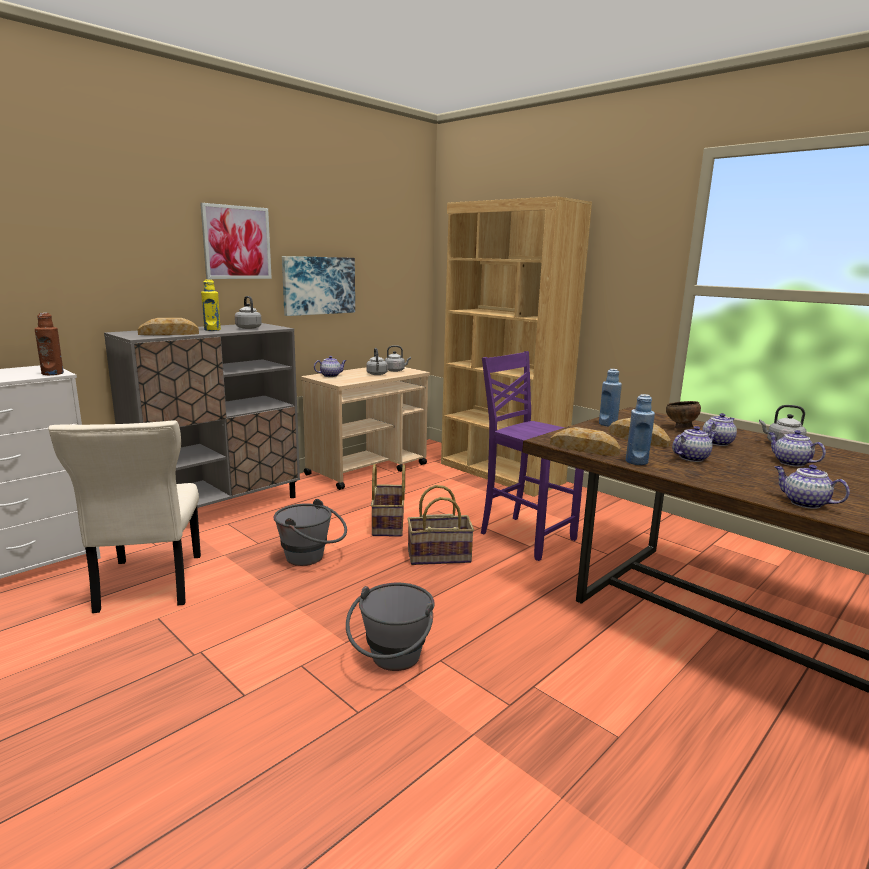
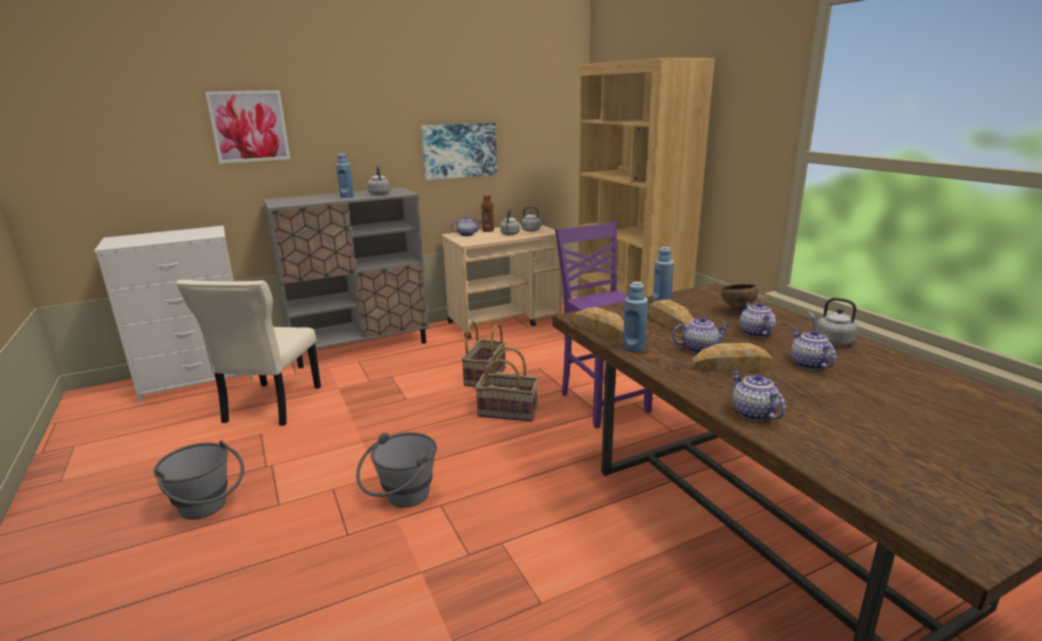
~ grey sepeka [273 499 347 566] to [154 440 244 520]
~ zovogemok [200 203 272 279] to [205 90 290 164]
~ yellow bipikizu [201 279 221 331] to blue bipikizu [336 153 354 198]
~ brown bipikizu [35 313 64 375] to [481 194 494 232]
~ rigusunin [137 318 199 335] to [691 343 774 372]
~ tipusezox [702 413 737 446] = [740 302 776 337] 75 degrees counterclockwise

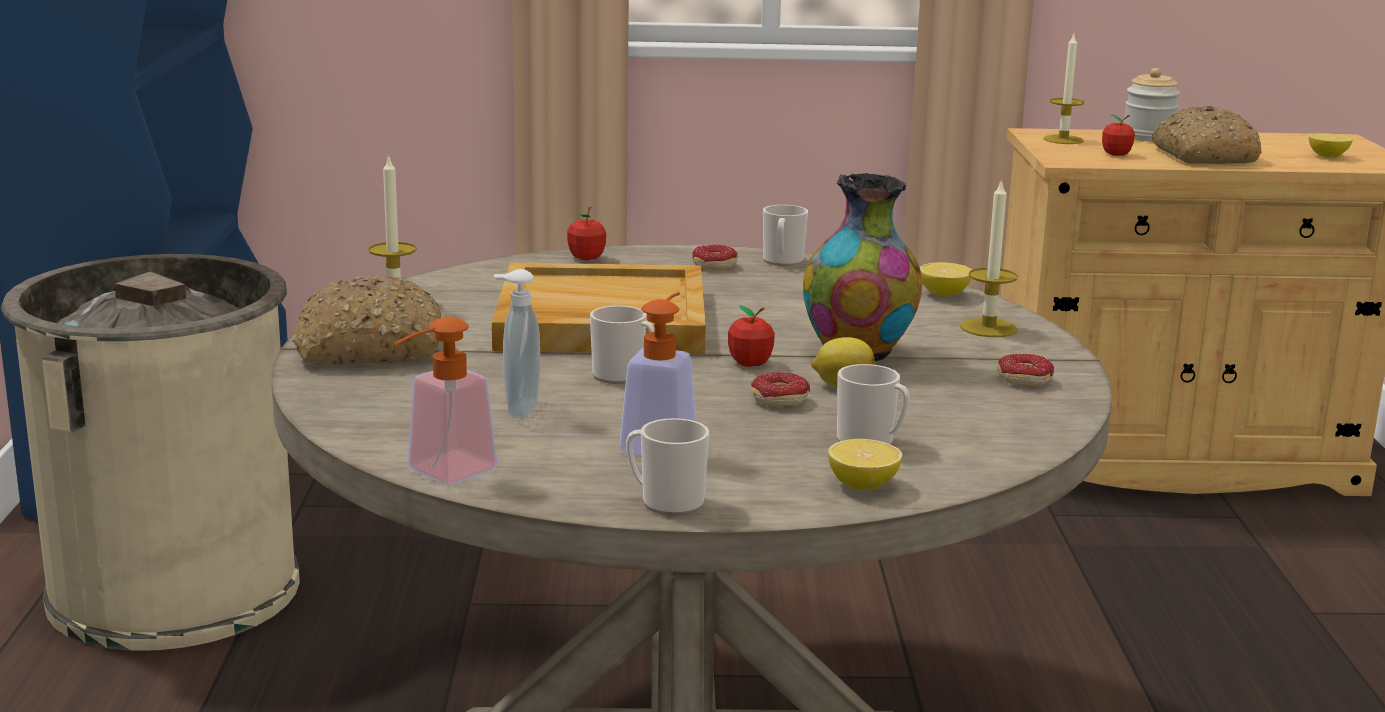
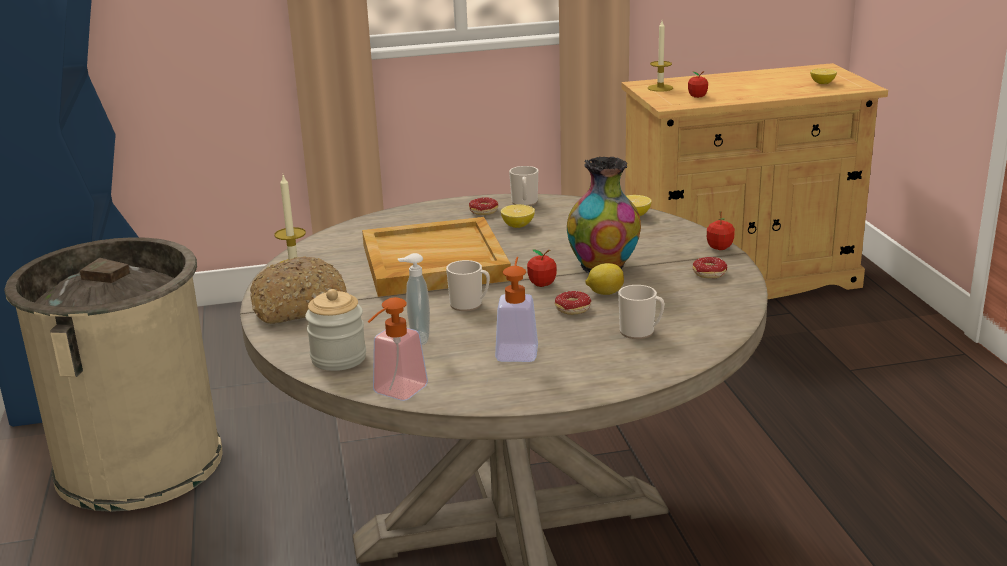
~ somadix [1124 68 1180 142] to [305 289 366 371]
~ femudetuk [828 439 902 490] to [501 205 535 228]
~ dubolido [567 206 606 260] to [707 211 735 250]
- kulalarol [626 418 709 516]
- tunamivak [960 178 1018 337]
- rigusunin [1152 106 1262 164]

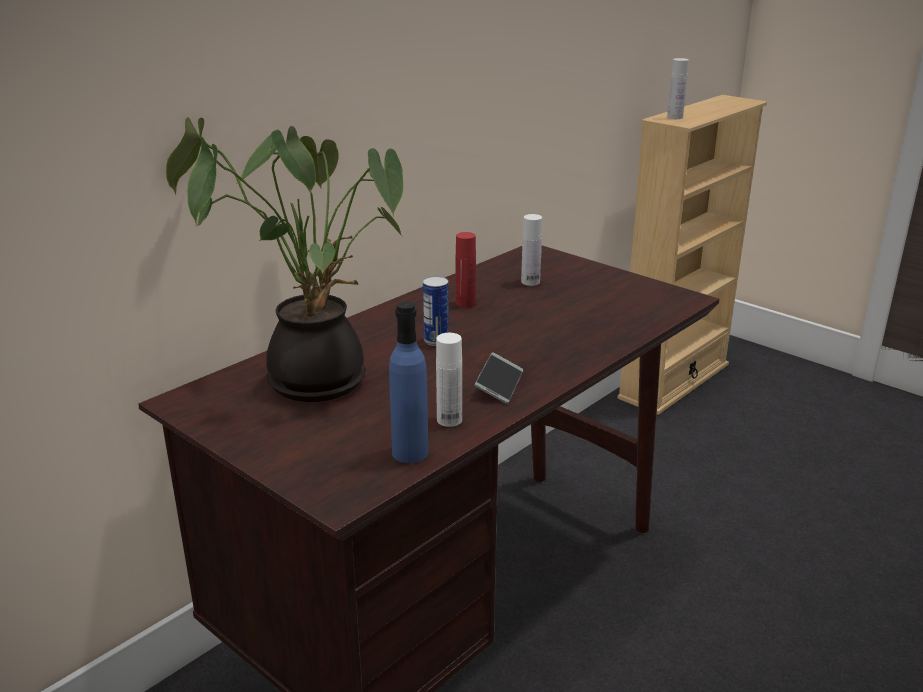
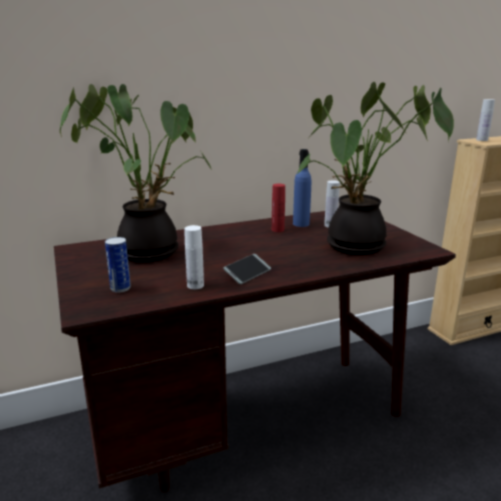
~ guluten [423 276 449 346] to [105 237 131 293]
~ blue bipikizu [389 301 428 463] to [293 149 311 227]
+ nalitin [297 82 454 255]

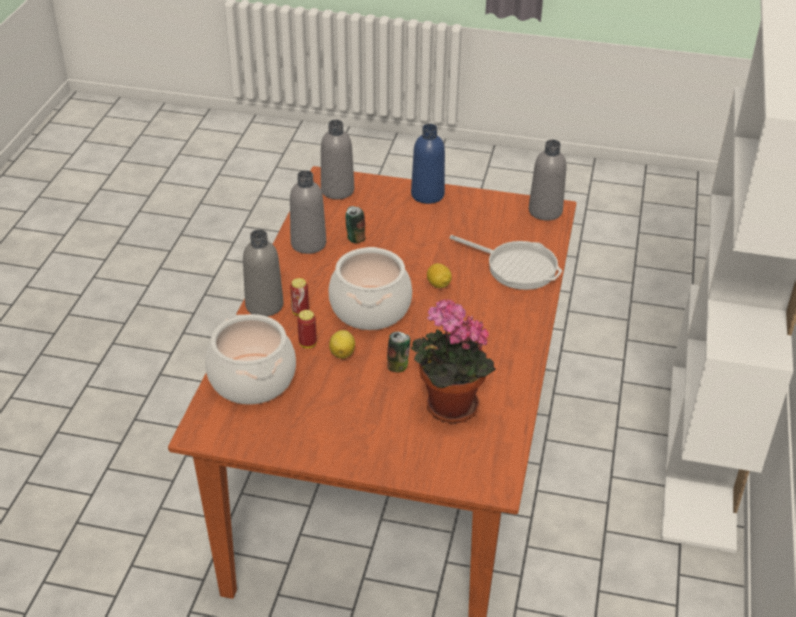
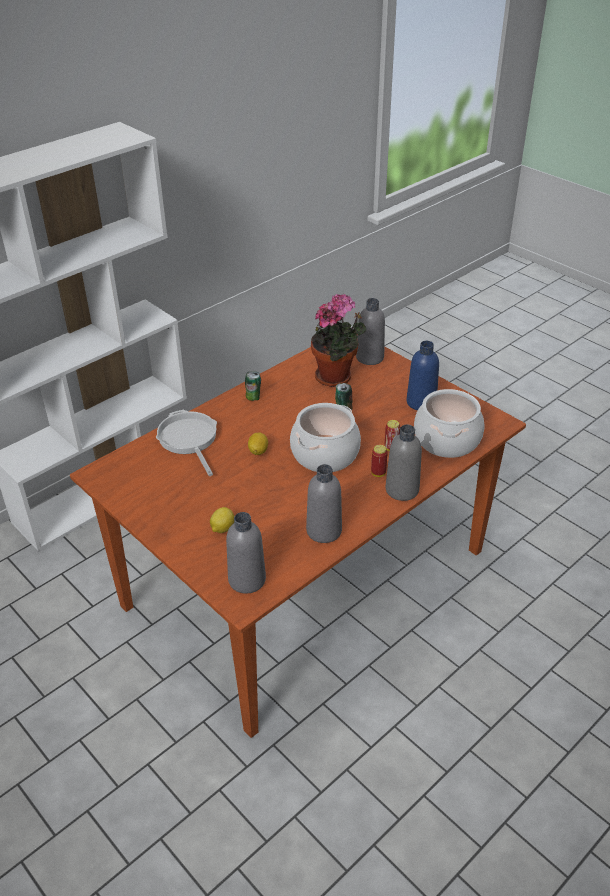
~ femudetuk [329 330 355 359] to [210 507 234 533]
~ guluten [346 206 365 243] to [245 372 261 401]
~ grey bipikizu [529 140 566 221] to [356 298 385 365]
~ blue bipikizu [411 124 445 204] to [406 341 439 410]

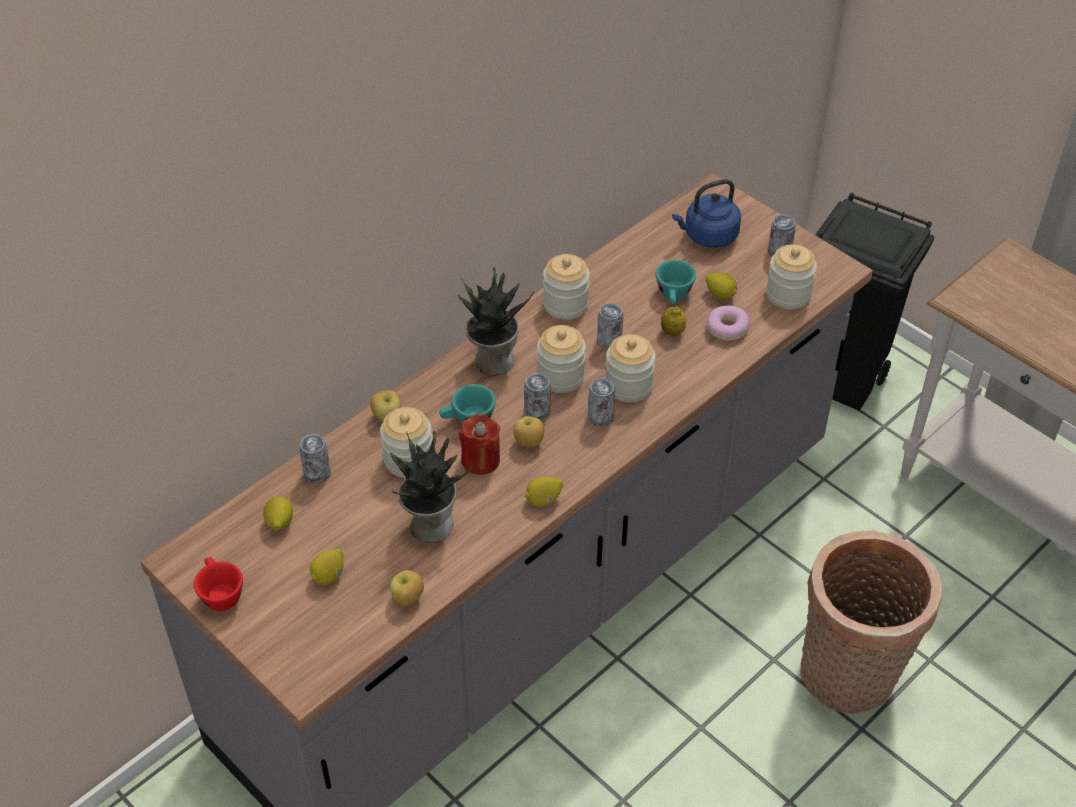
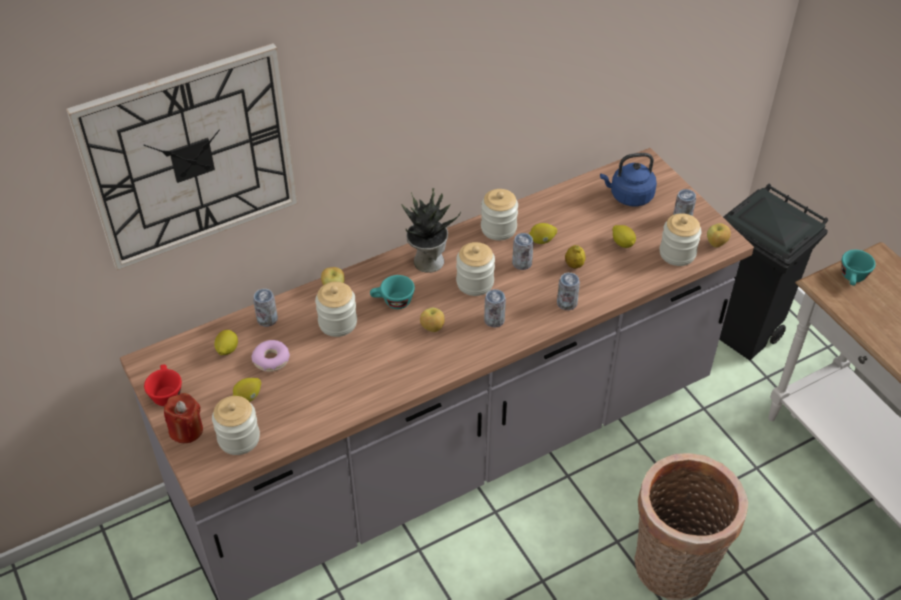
+ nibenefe [66 43 298 270]
~ red tunamivak [459 414 500 475] to [164 393 203 443]
~ somadix [605 334 656 402] to [212 396 260 455]
~ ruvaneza [707 305 750 341] to [251 340 290 372]
~ femudetuk [525 476 563 507] to [529 223 557 244]
~ guluten [524 373 551 421] to [557 273 580 310]
~ dubolido [390 570 424 606] to [707 223 731 247]
~ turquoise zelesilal [656 260 696 304] to [842 250 876 286]
- nalitin [390 431 473 543]

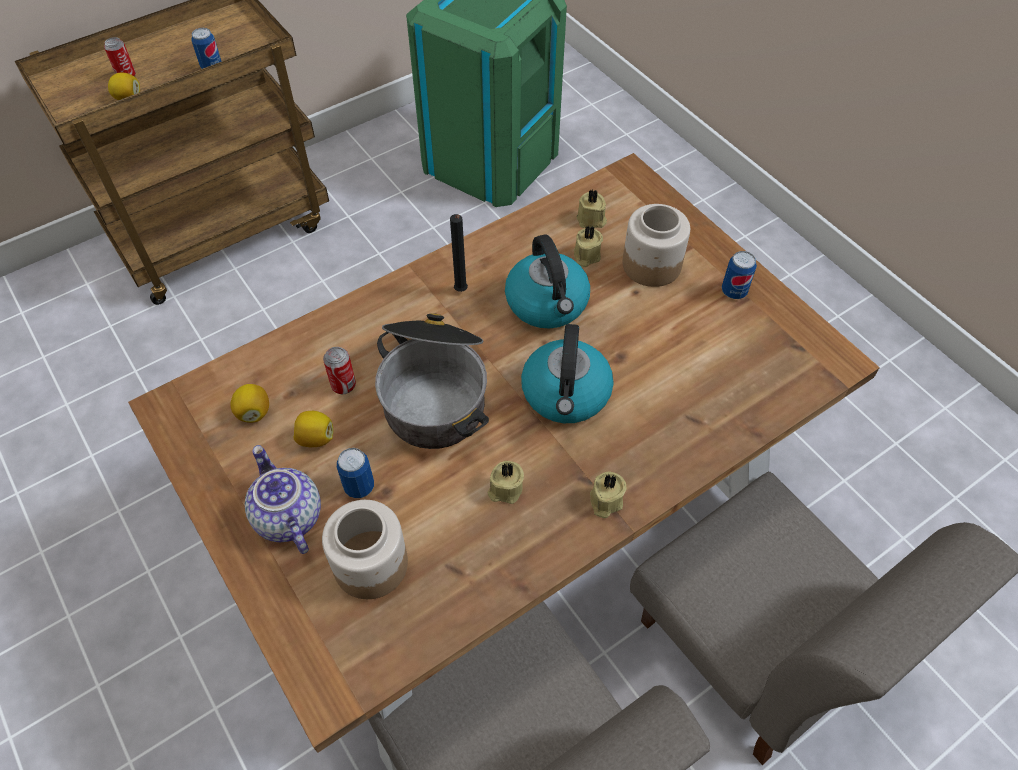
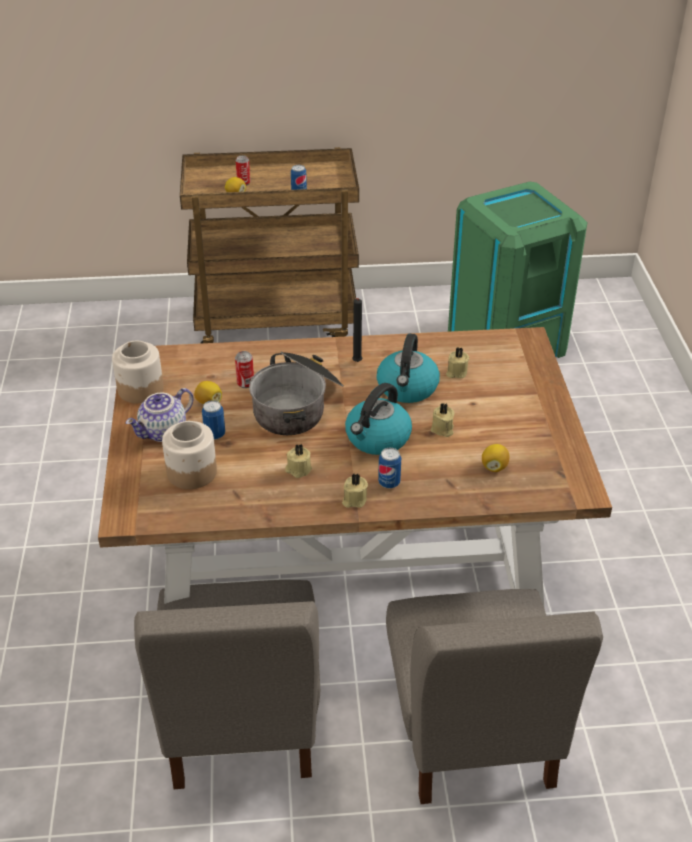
~ somadix [622 204 690 287] to [112 341 164 403]
~ tipusezox [245 445 321 554] = [126 388 194 442] 135 degrees counterclockwise
~ guluten [722 251 757 299] to [378 448 401 488]
~ beige tunamivak [576 189 607 228] to [431 403 454 437]
~ femudetuk [230 384 269 423] to [482 444 509 472]

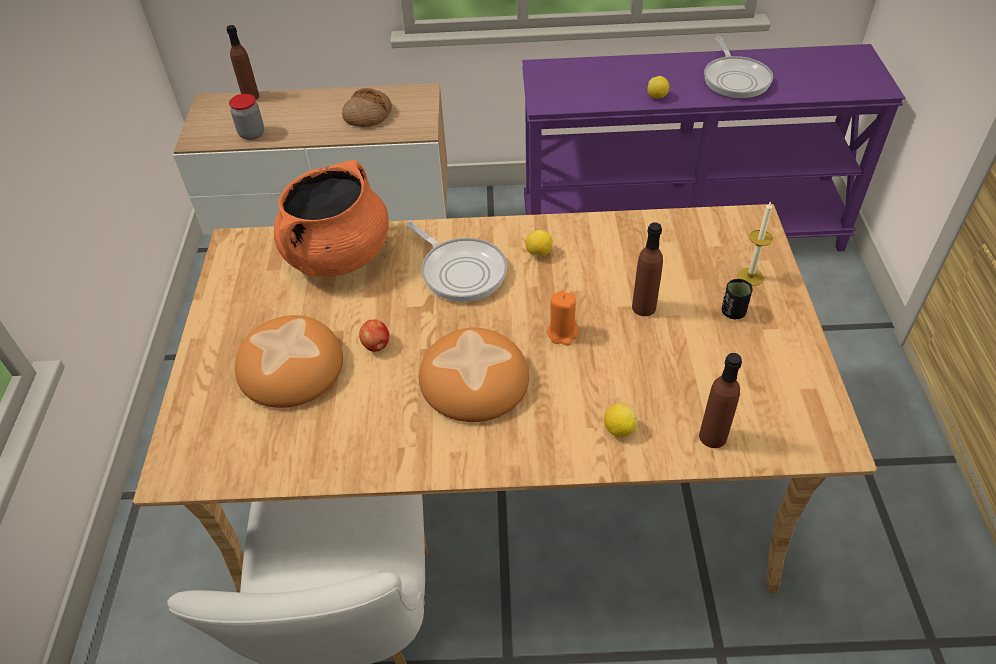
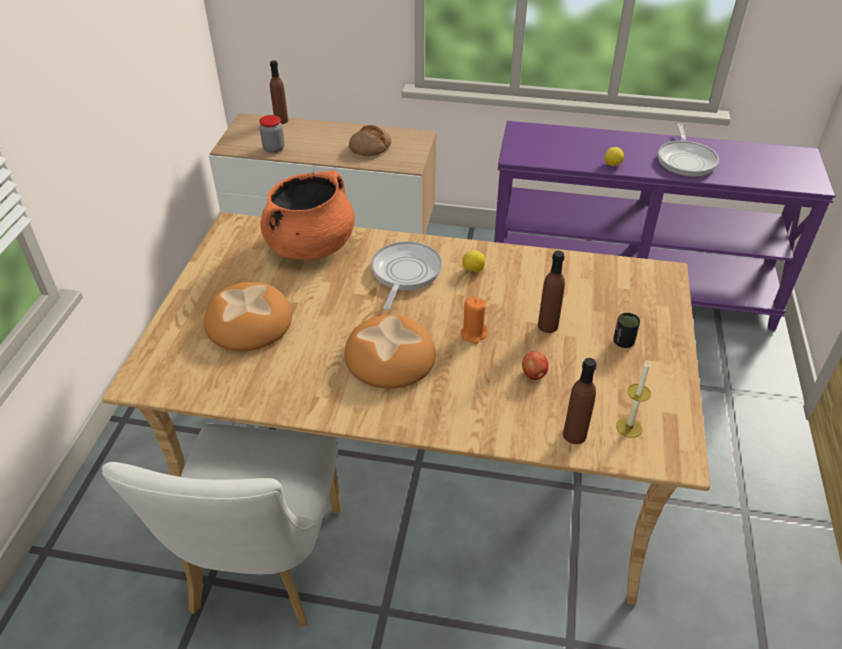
~ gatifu [406 222 507 302] = [371 241 442 310] 135 degrees counterclockwise
~ dubolido [359 319 389 352] to [522 351 549 380]
~ tunamivak [737 201 773 286] to [616 361 651 438]
- femudetuk [604 403 637 437]

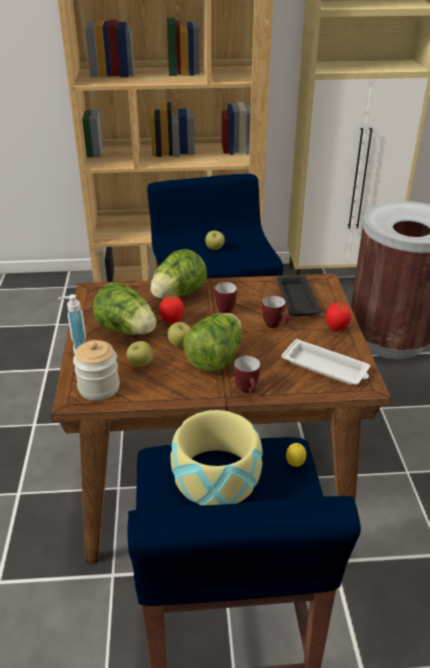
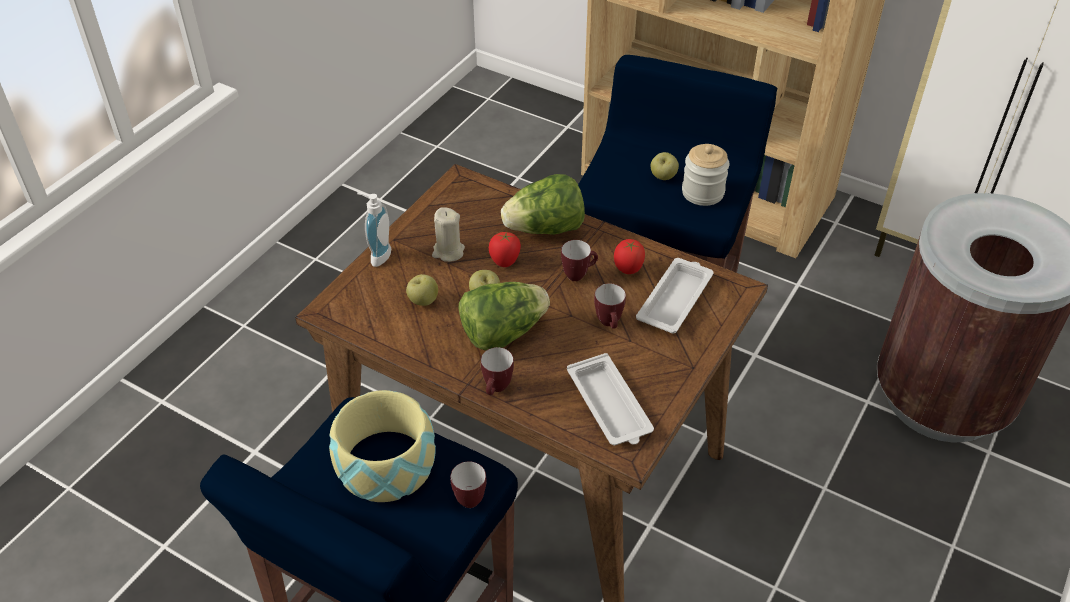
~ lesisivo [93 282 156 335] to beige tunamivak [432 207 465 262]
~ femudetuk [286 443 306 467] to kulalarol [450 461 486 508]
~ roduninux [326 303 352 331] to [614 239 645 274]
~ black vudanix [277 275 321 316] to white vudanix [636 258 714 334]
~ somadix [73 340 120 401] to [682 144 729 206]

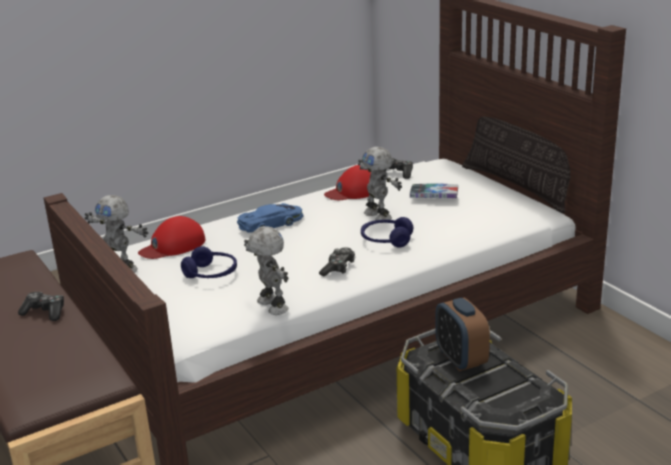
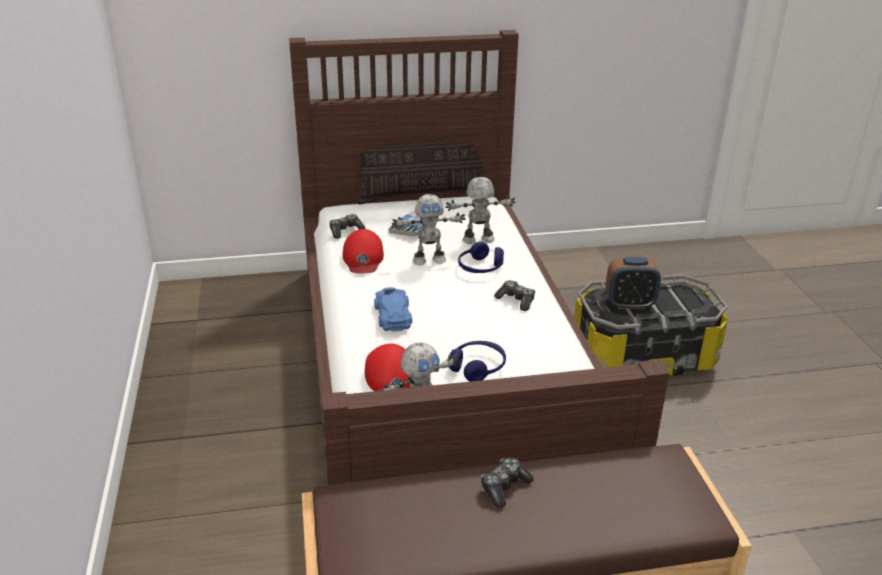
~ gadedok [244 226 289 315] to [445 177 515 244]

